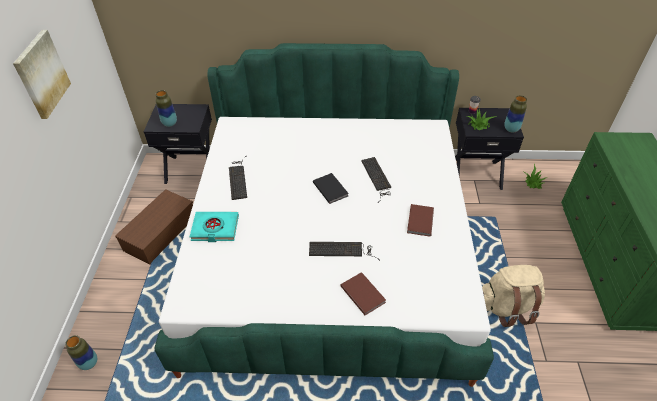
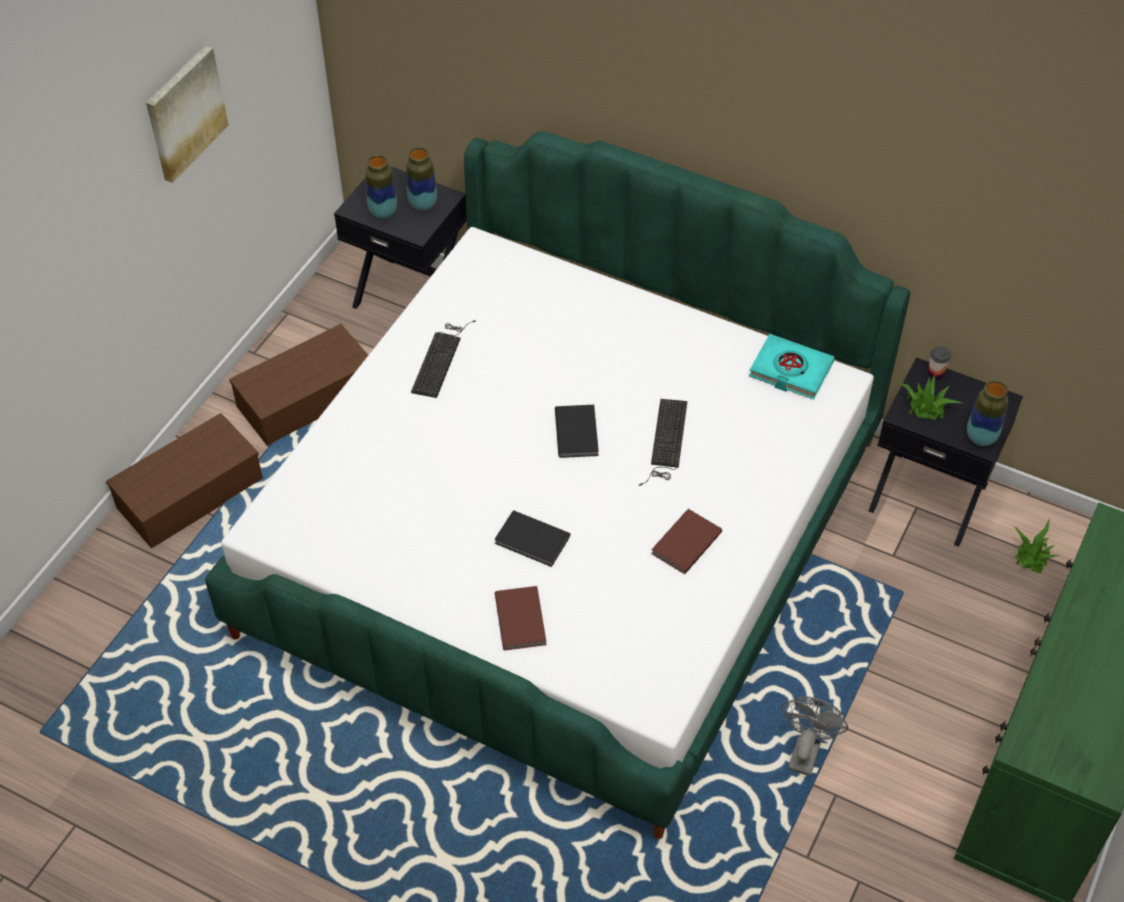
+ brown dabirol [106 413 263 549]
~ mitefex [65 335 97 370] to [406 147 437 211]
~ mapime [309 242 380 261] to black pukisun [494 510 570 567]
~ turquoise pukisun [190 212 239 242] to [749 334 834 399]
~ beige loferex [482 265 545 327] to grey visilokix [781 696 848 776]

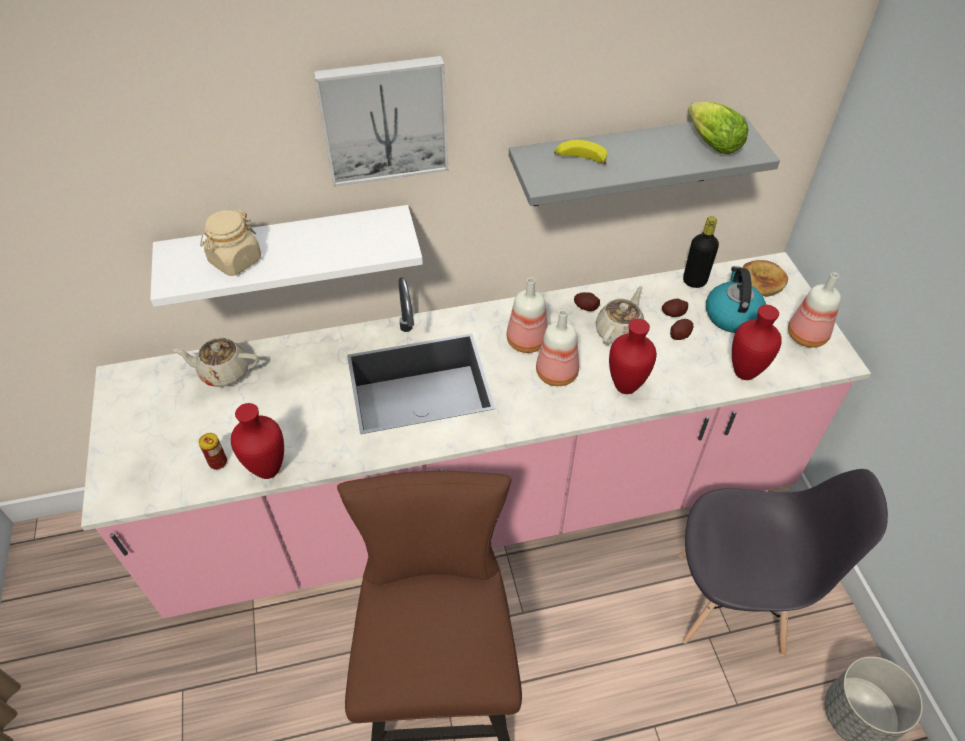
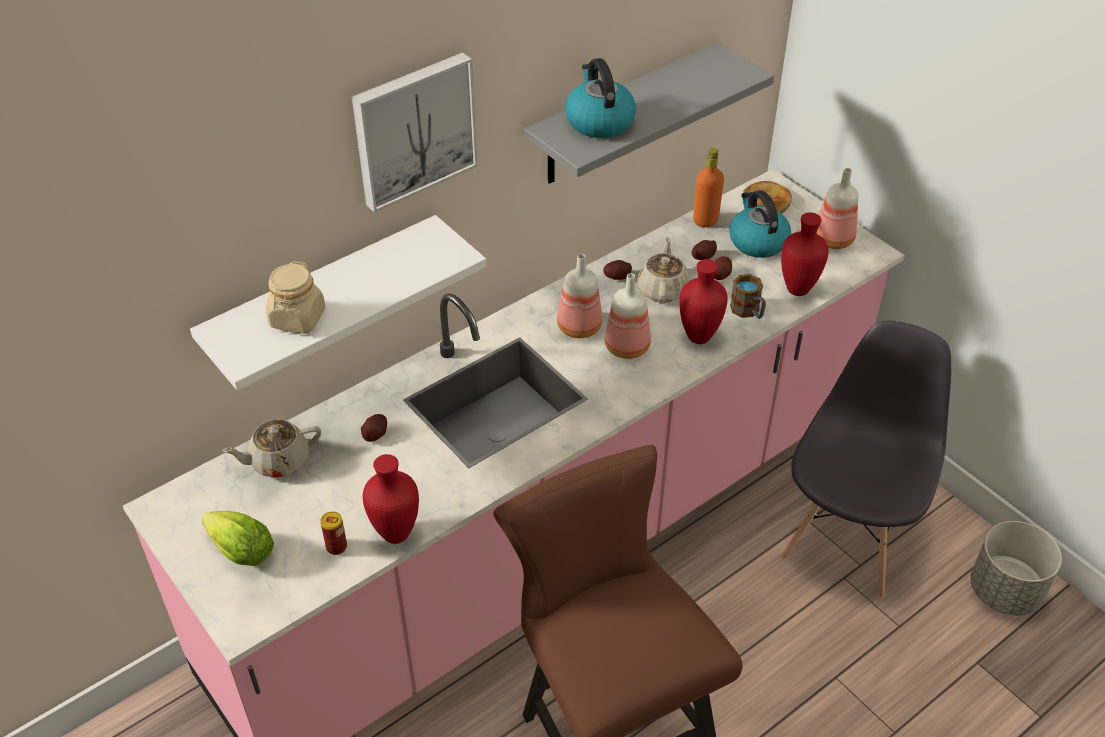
~ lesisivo [688 101 748 154] to [201 511 274 566]
+ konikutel [361 414 387 442]
~ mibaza [554 140 607 164] to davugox [565 58 636 138]
~ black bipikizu [683 216 719 288] to orange bipikizu [693 148 724 227]
+ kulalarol [730 274 766 319]
~ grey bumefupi [679 469 888 656] = [781 321 951 598] 45 degrees counterclockwise

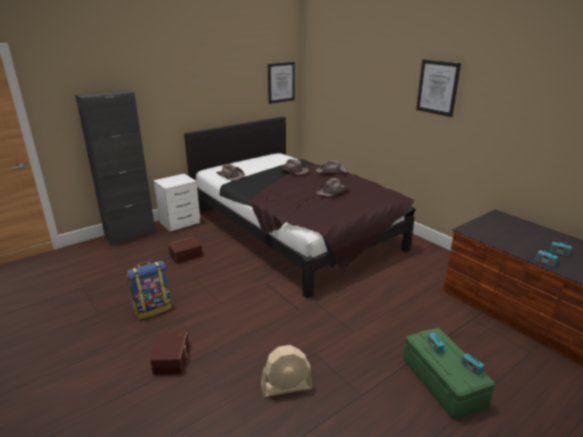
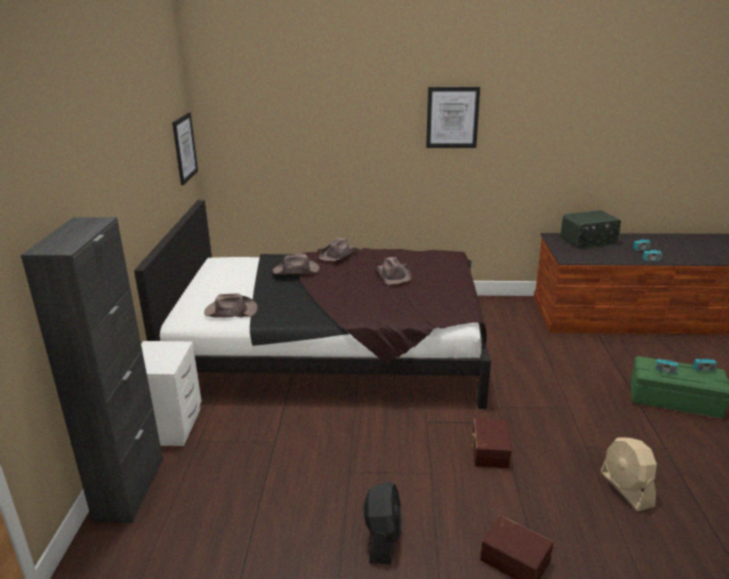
~ loferex [127 260 172 320] to black visilokix [364 481 402 565]
~ brown dabirol [168 237 203 264] to [471 419 512 468]
+ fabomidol [560 210 621 249]
~ beige visilokix [261 345 313 397] = [600 438 657 511] 135 degrees clockwise

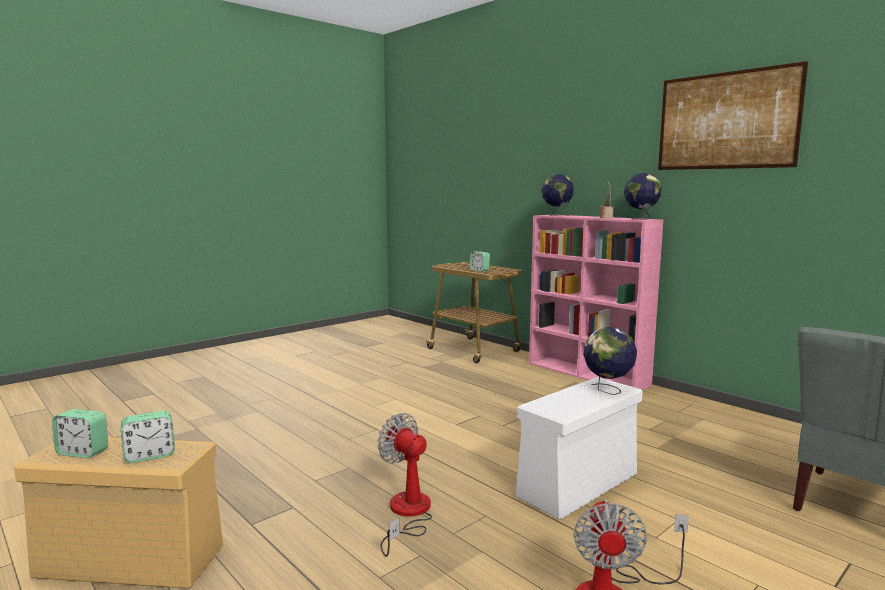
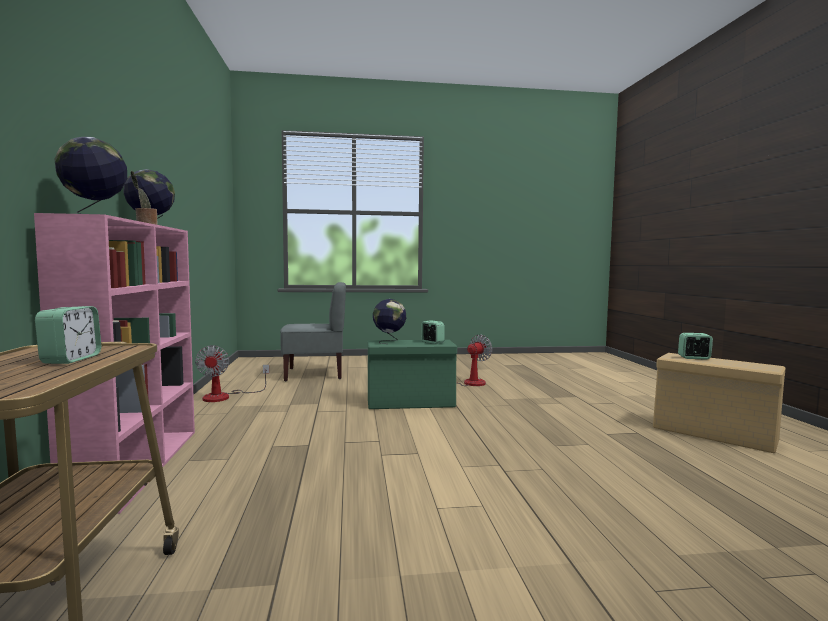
~ visilokix [378 413 432 557] to [195 345 269 402]
~ white dabirol [516 377 643 520] to green dabirol [368 340 457 409]
~ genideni [52 409 108 458] to [421 320 445 344]
- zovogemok [658 61 808 170]

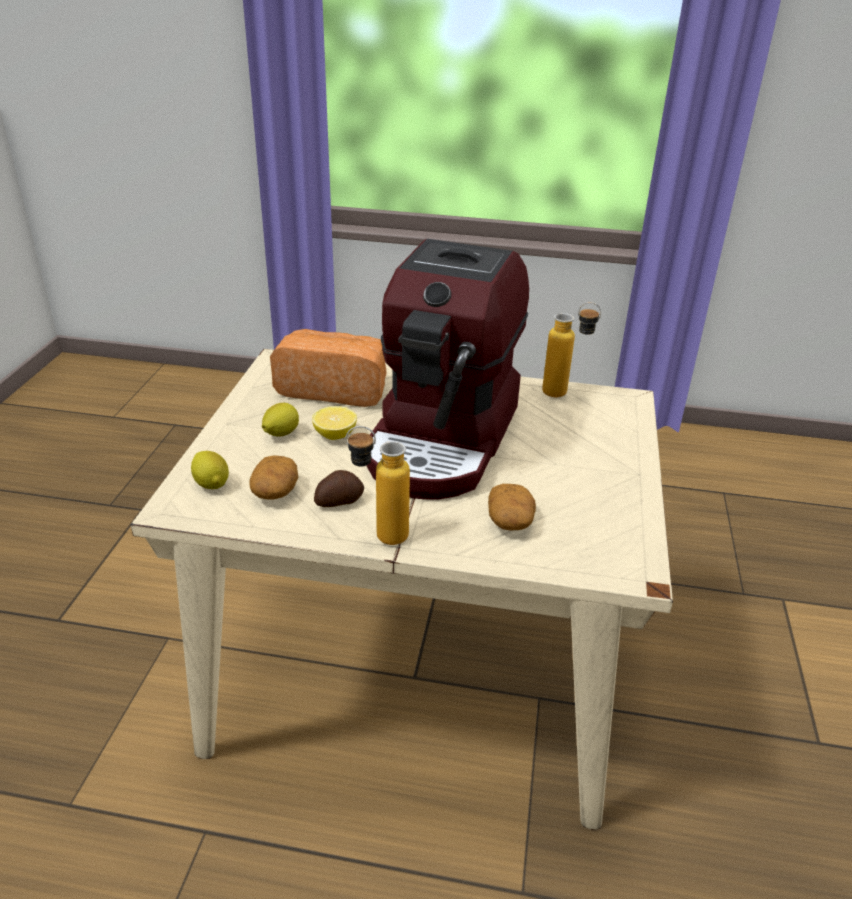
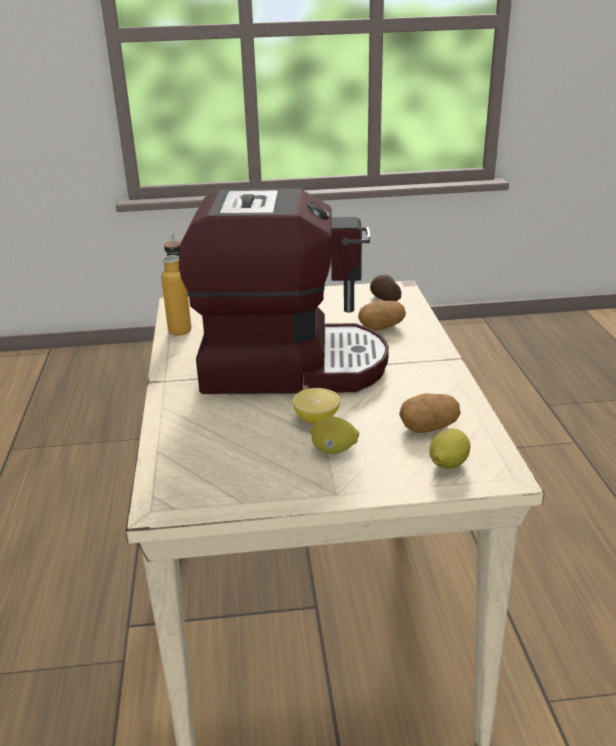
~ konikutel [314 470 364 507] to [370 275 401 301]
- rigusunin [270 329 387 407]
- bipikizu [346 426 410 545]

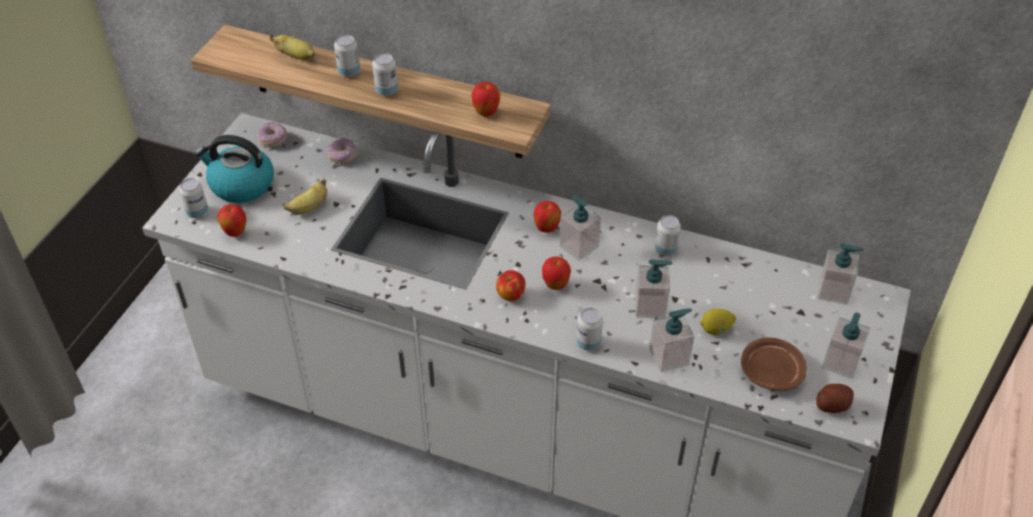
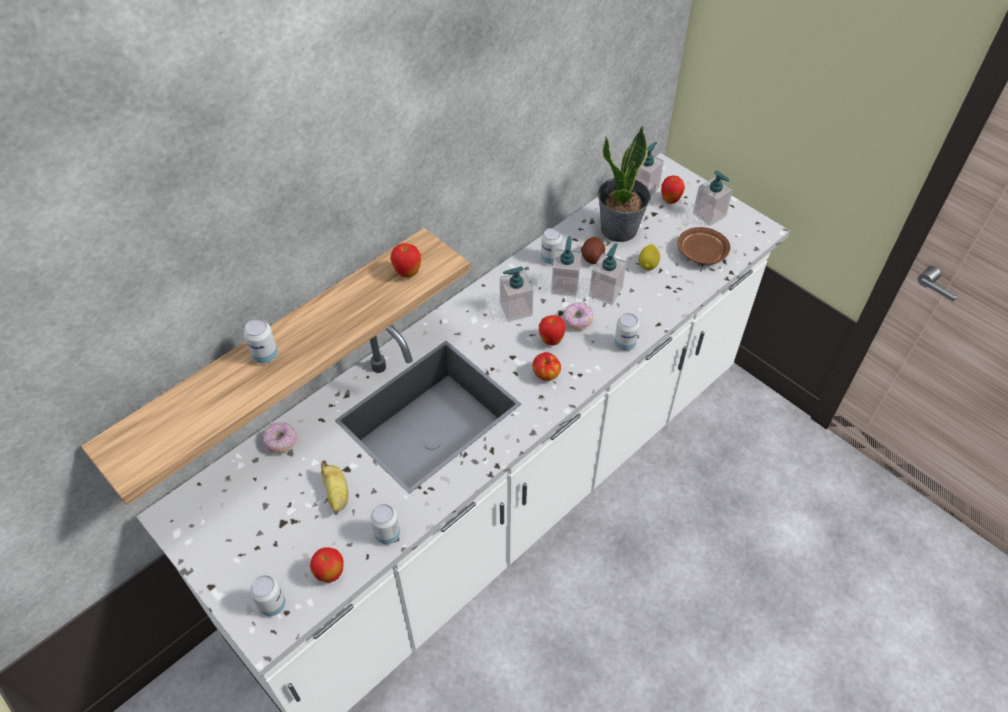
~ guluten [372 53 398 96] to [371 504 400 544]
~ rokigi [649 308 695 372] to [551 236 582 297]
~ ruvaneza [257 122 287 147] to [563 302 593 331]
~ konikutel [816 384 854 413] to [581 237 605 264]
+ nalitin [598 126 651 242]
~ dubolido [533 201 561 233] to [661 175 685 204]
- davugox [195 135 274 203]
- mibaza [270 34 315 60]

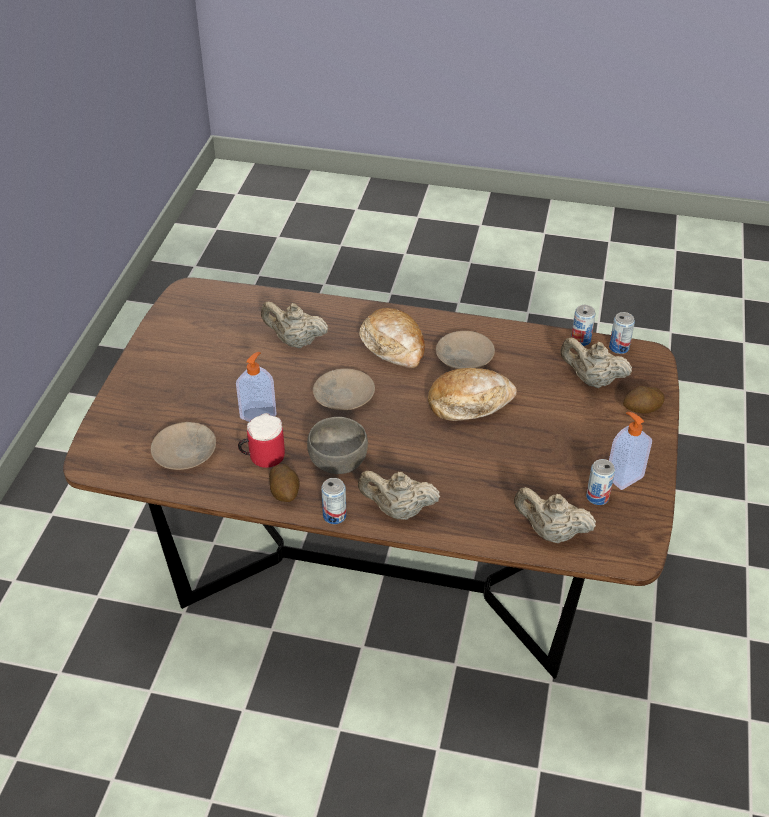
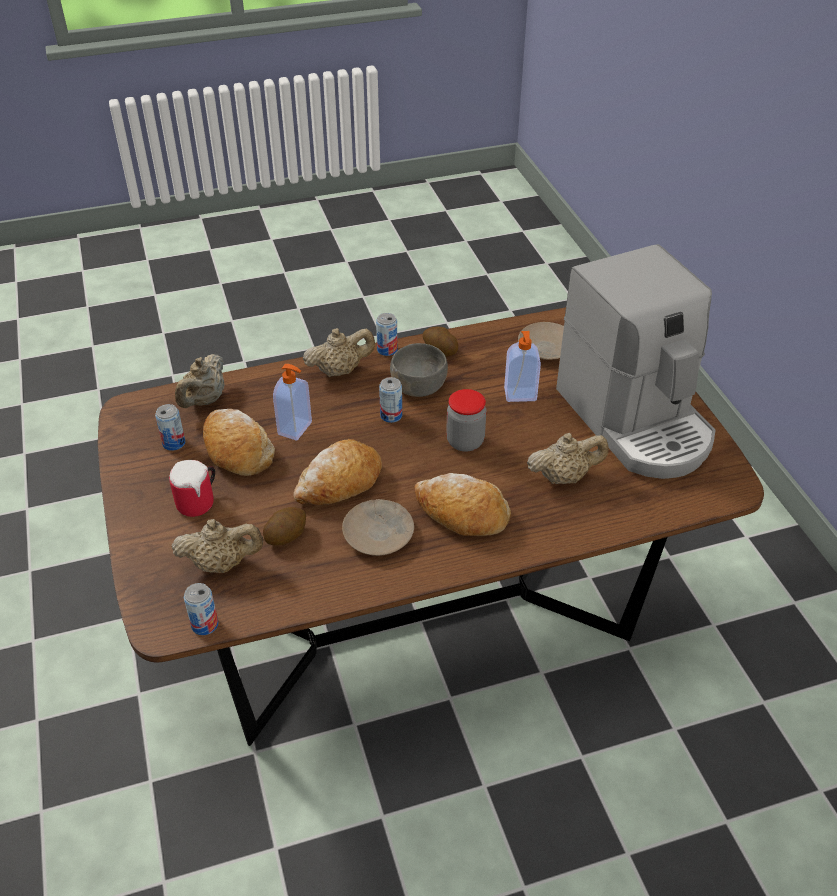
~ kulalarol [238 413 285 468] to [169 460 215 517]
~ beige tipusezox [514 487 596 543] = [175 354 224 408] 120 degrees clockwise
+ rigusunin [203 409 275 476]
~ konikutel [623 386 665 414] to [263 507 306 546]
~ rokigi [609 412 652 490] to [273 364 312 441]
~ guluten [571 305 596 346] to [379 377 402 423]
~ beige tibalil [313 369 375 410] to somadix [446 389 487 452]
+ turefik [556 244 716 479]

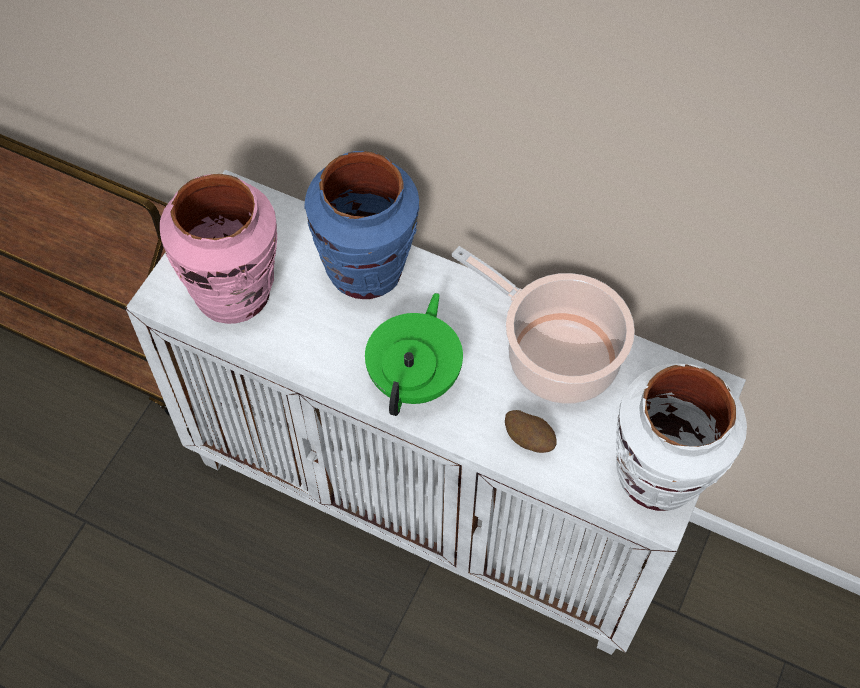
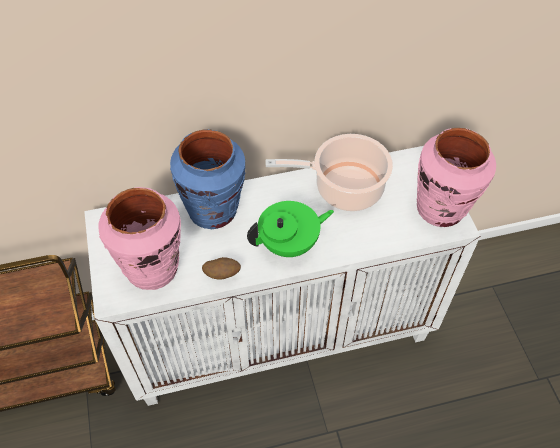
~ konikutel [505 410 557 453] to [202 257 241 280]
~ green tipusezox [365 293 463 416] = [247 201 334 257] 90 degrees clockwise
~ white mitefex [616 363 747 511] to pink mitefex [417 128 496 227]

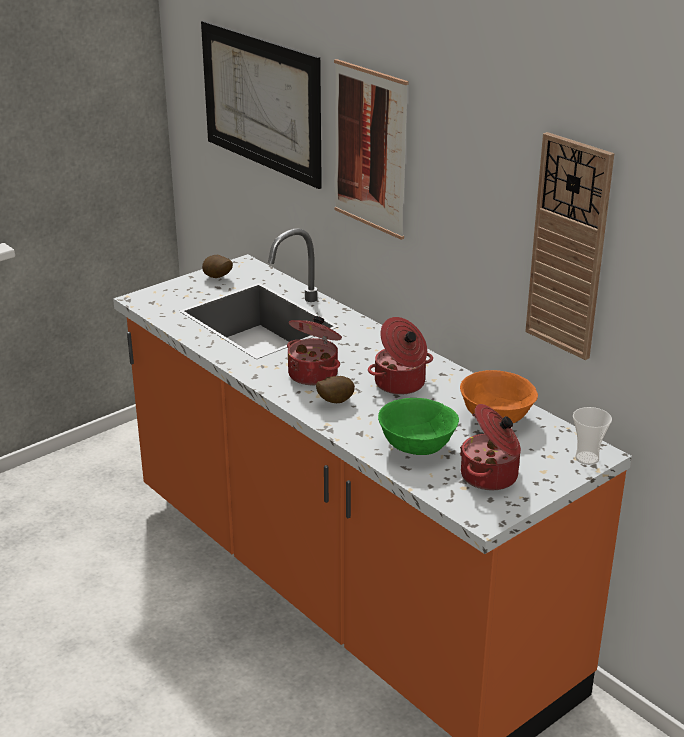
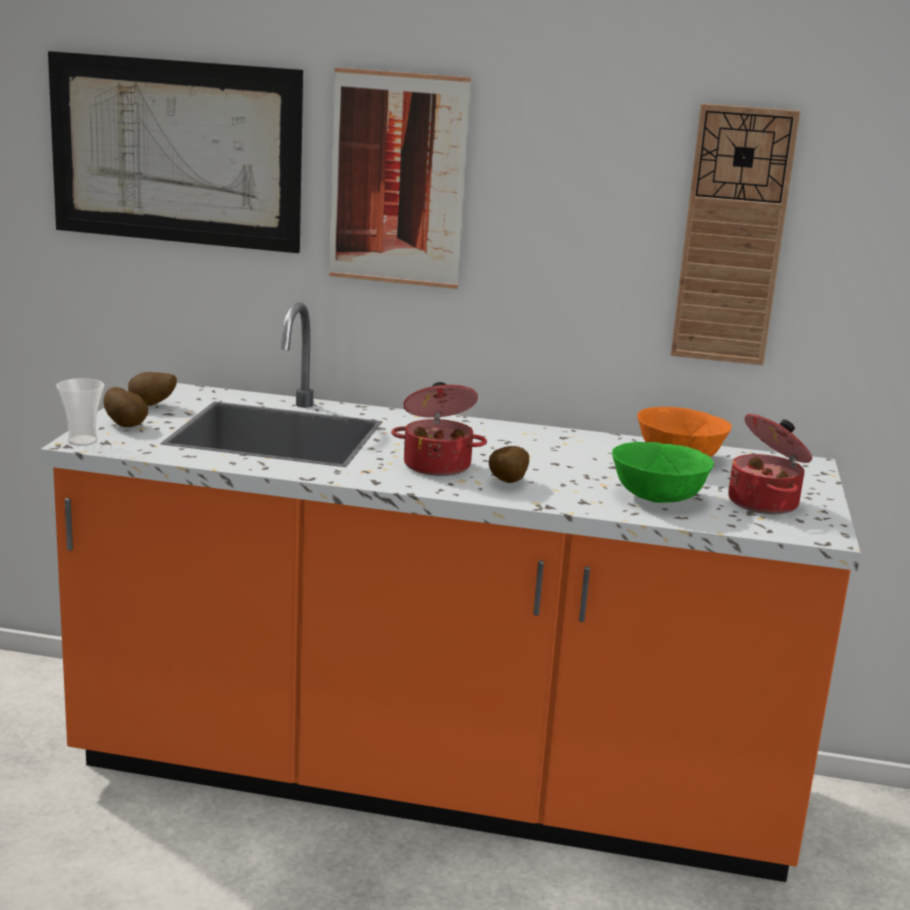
~ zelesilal [573 407 612 465] to [56 378 104 446]
+ konikutel [103 387 148 427]
- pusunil [368 317 433 395]

